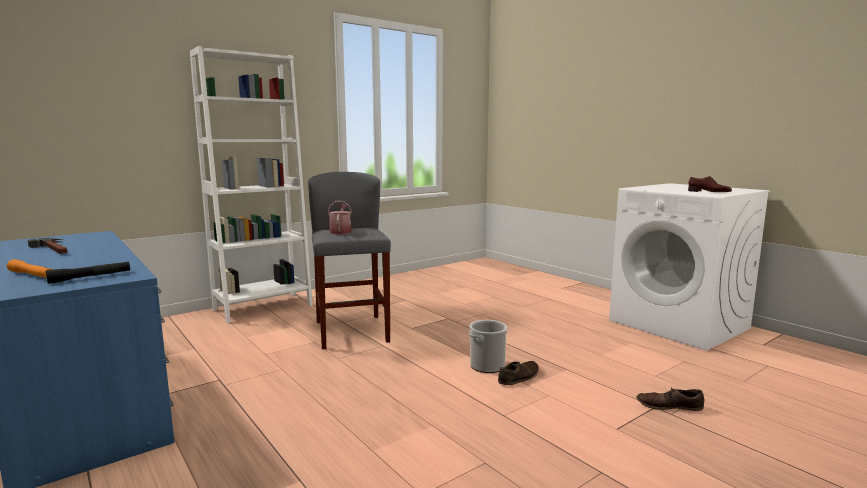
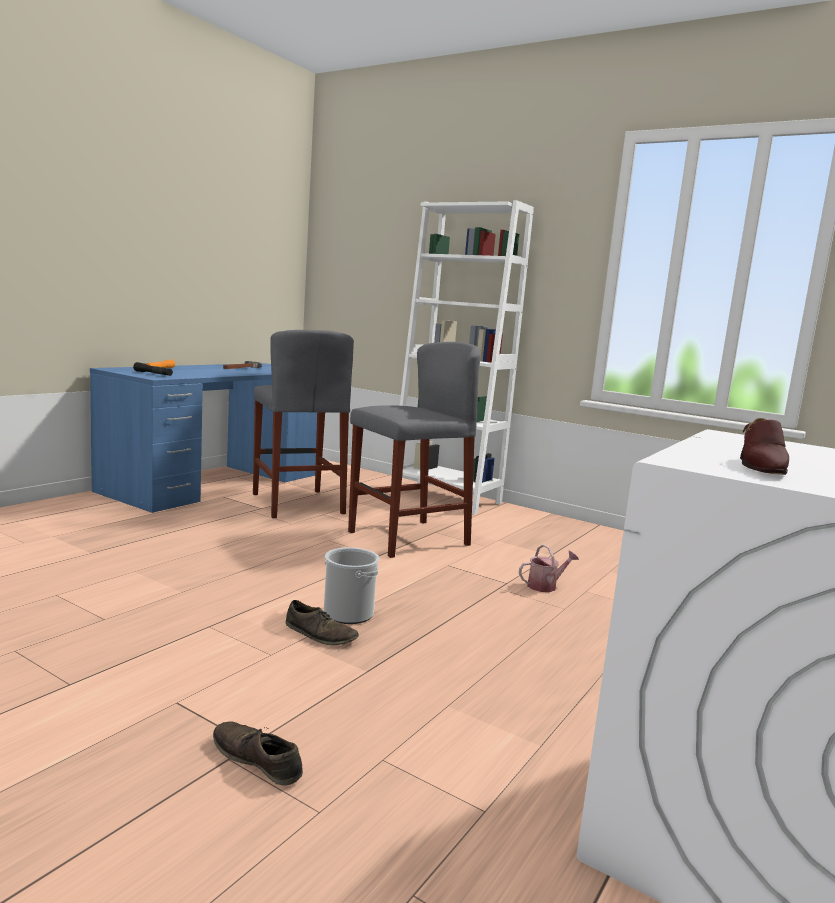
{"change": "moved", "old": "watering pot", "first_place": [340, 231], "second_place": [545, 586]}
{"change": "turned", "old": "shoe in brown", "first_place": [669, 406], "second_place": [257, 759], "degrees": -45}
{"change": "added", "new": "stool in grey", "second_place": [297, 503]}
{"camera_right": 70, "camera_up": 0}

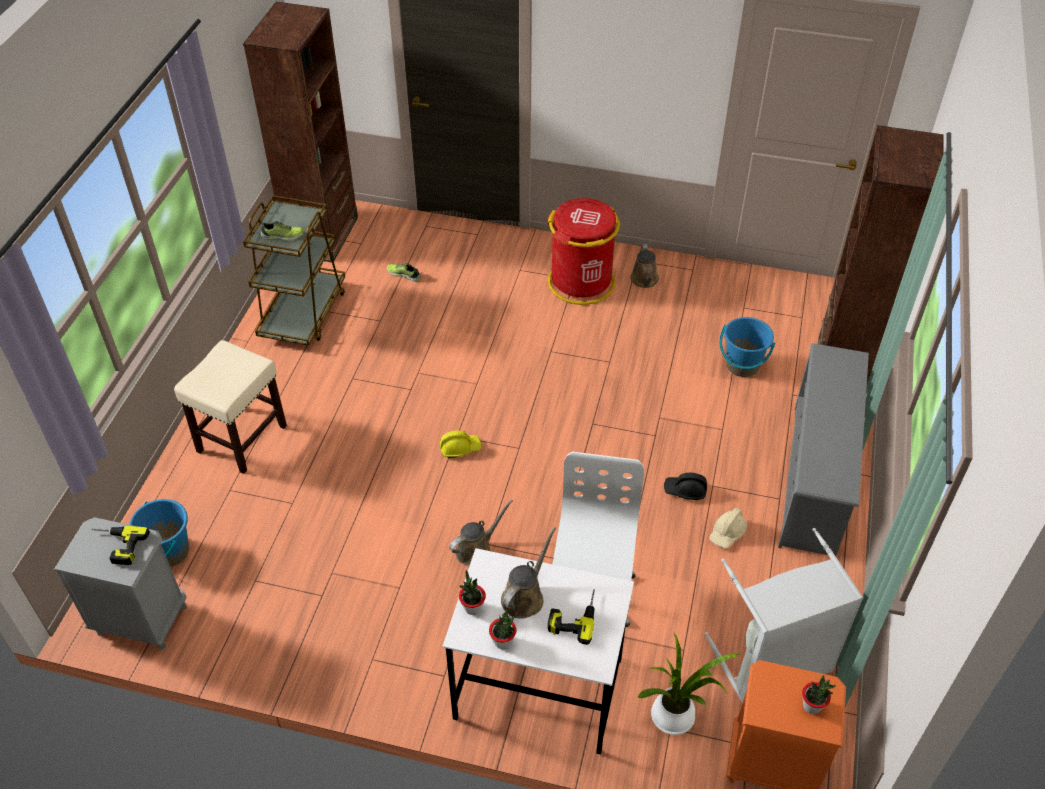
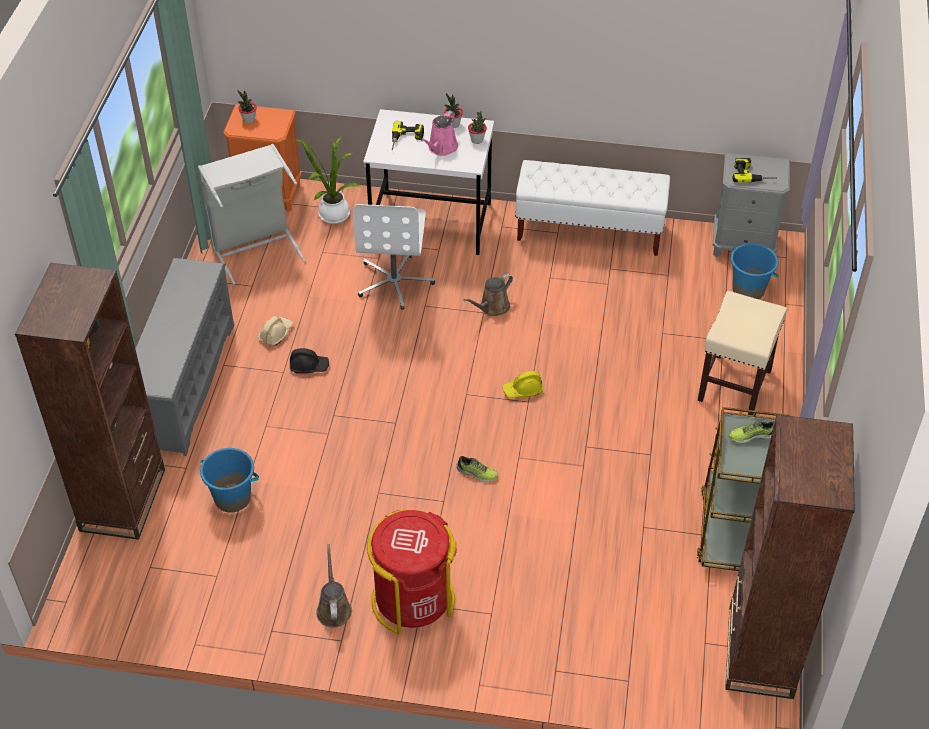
{"change": "moved", "old": "shoe", "first_place": [404, 274], "second_place": [476, 473]}
{"change": "recoloured", "old": "watering pot in brown", "new": "watering pot in pink", "first_place": [525, 596], "second_place": [441, 148]}
{"change": "added", "new": "long seat in white-coloured", "second_place": [590, 231]}
{"camera_right": 175, "camera_up": 0}

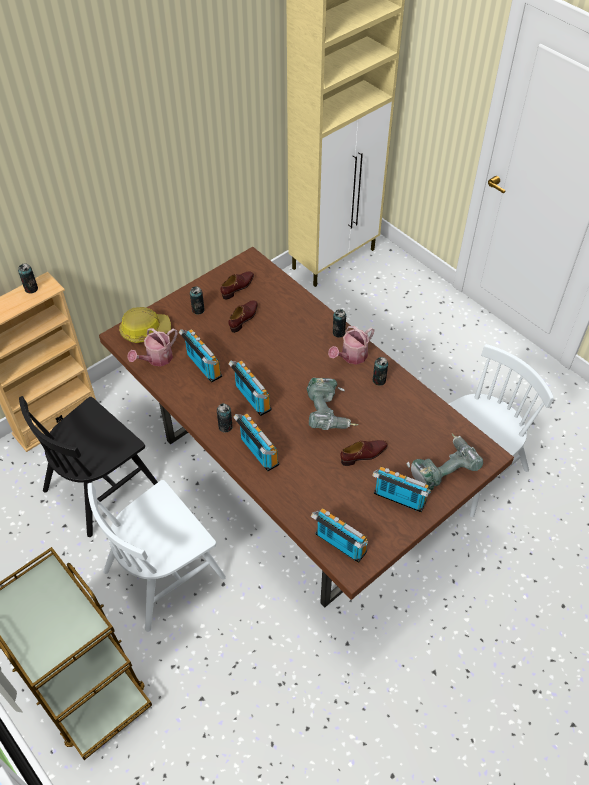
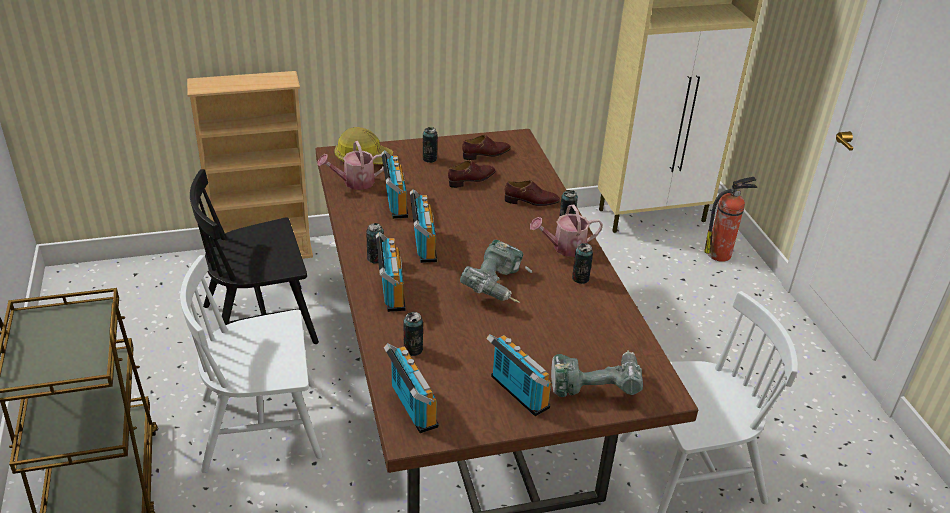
{"change": "moved", "old": "can", "first_place": [31, 289], "second_place": [413, 349]}
{"change": "moved", "old": "shoe in brown", "first_place": [364, 455], "second_place": [531, 201]}
{"change": "added", "new": "extinguisher", "second_place": [720, 254]}
{"camera_right": 25, "camera_up": -15}

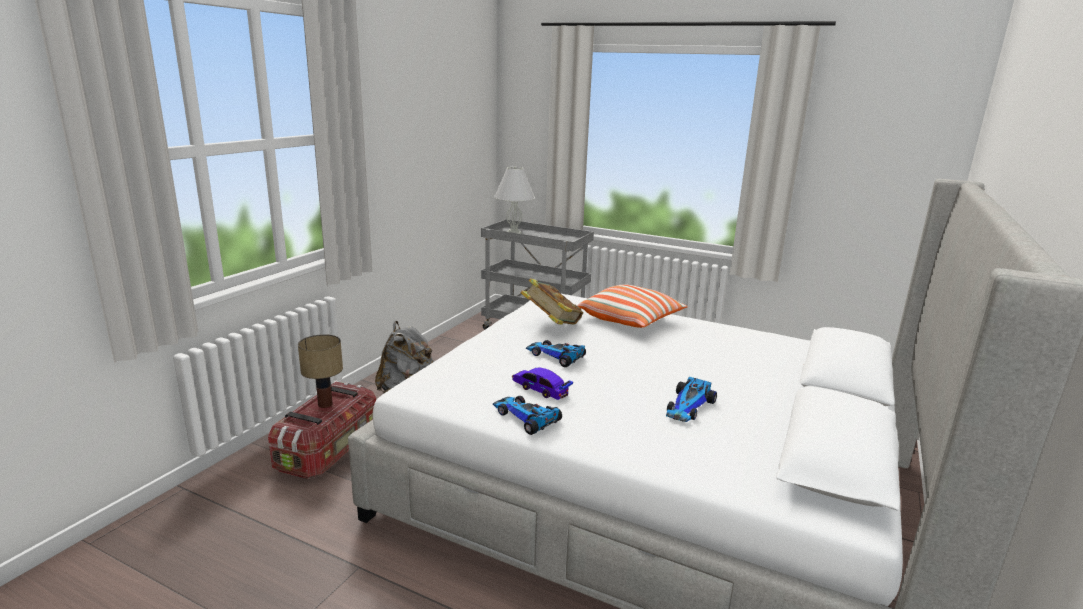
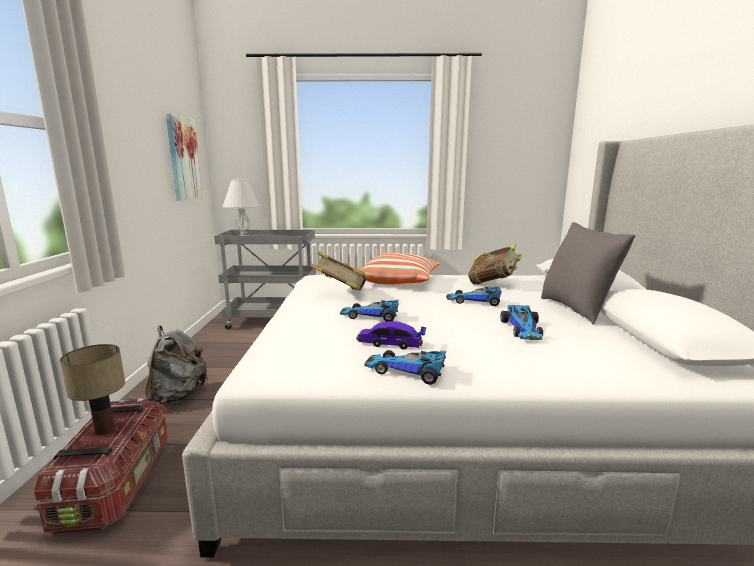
{"change": "added", "new": "wall art", "second_place": [183, 158]}
{"change": "added", "new": "cushion in grey", "second_place": [577, 309]}
{"change": "added", "new": "book", "second_place": [493, 284]}
{"change": "added", "new": "toy car", "second_place": [474, 301]}
{"camera_right": -25, "camera_up": -5}

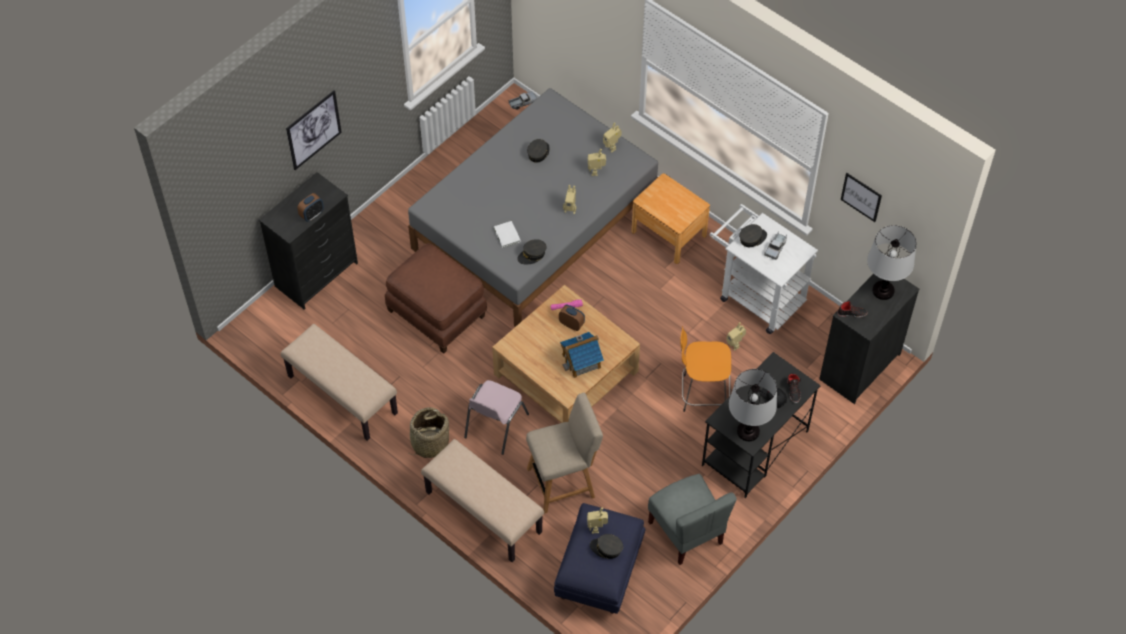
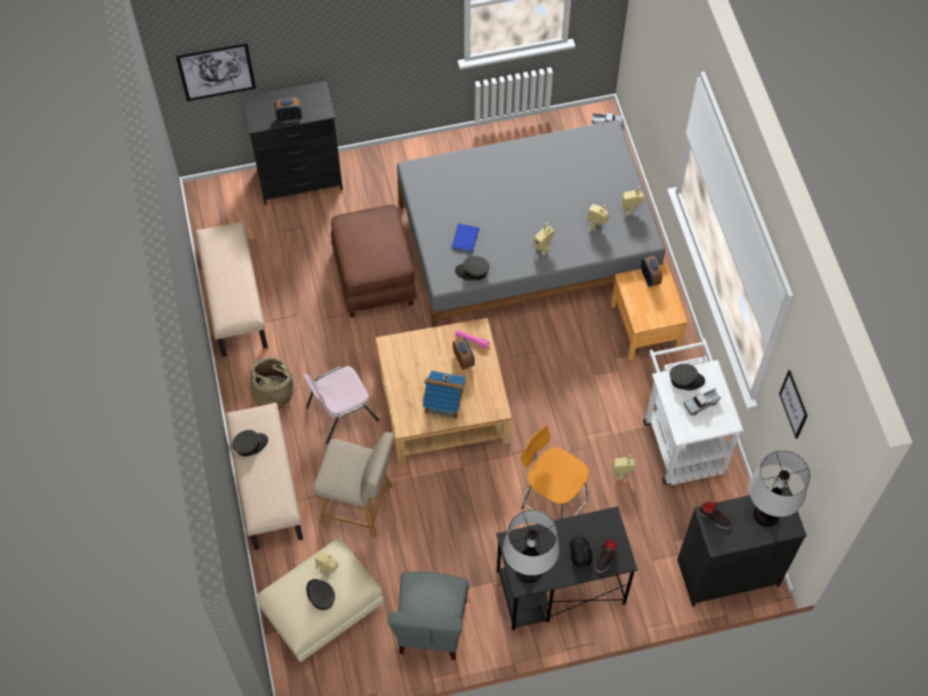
{"change": "moved", "old": "wall art", "first_place": [313, 130], "second_place": [216, 71]}
{"change": "moved", "old": "peaked cap in grey", "first_place": [538, 153], "second_place": [250, 445]}
{"change": "recoloured", "old": "book in white-coloured", "new": "book in bluish", "first_place": [507, 235], "second_place": [464, 239]}
{"change": "recoloured", "old": "ottoman in bluish", "new": "ottoman in sand-coloured", "first_place": [599, 573], "second_place": [322, 612]}
{"change": "added", "new": "alarm clock", "second_place": [650, 278]}
{"camera_right": 35, "camera_up": 5}

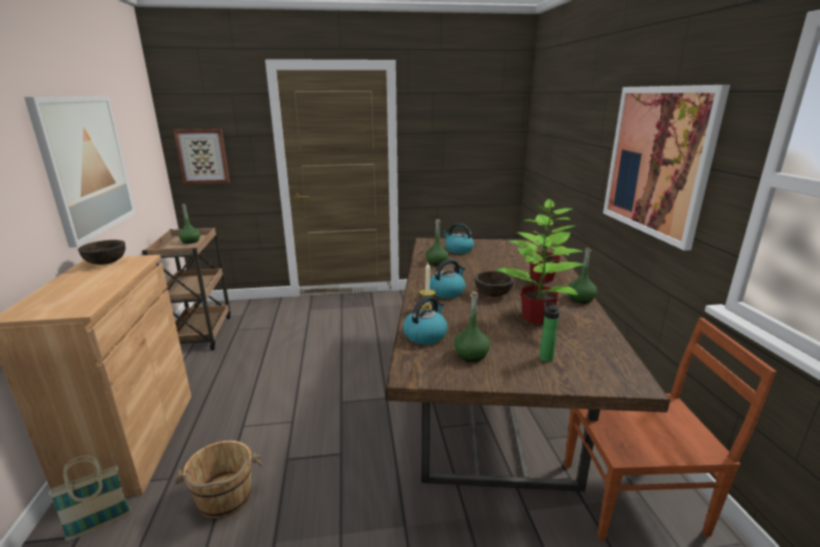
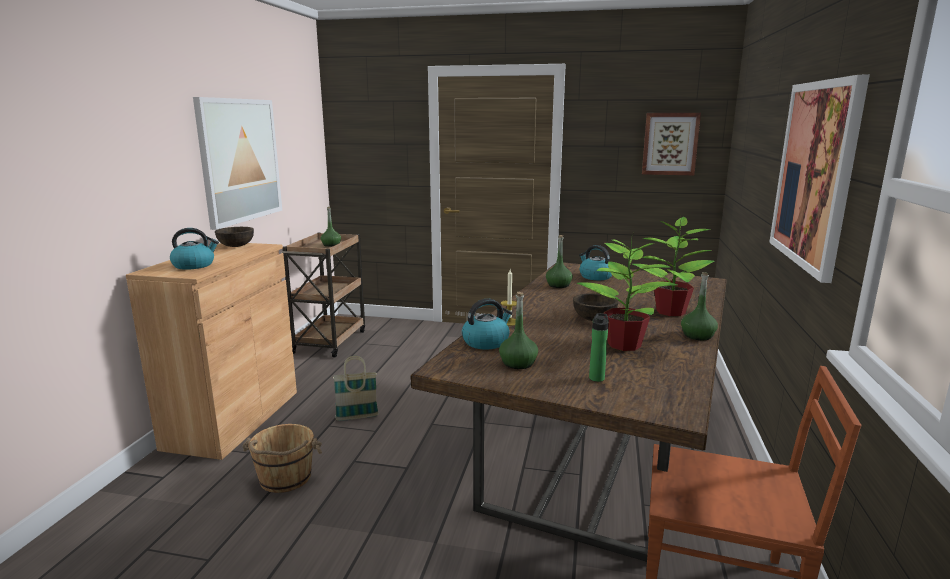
{"change": "moved", "old": "wall art", "first_place": [203, 156], "second_place": [670, 144]}
{"change": "moved", "old": "tea kettle", "first_place": [447, 292], "second_place": [194, 265]}
{"change": "moved", "old": "household basket", "first_place": [100, 525], "second_place": [357, 417]}
{"camera_right": 20, "camera_up": -5}

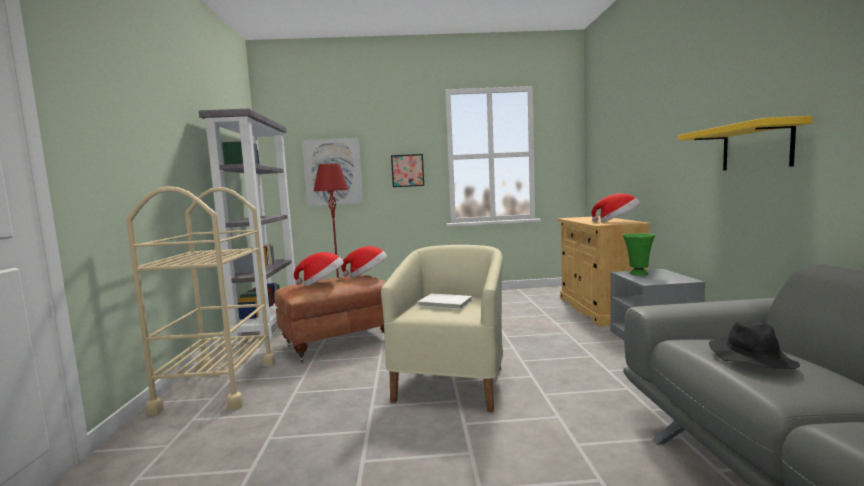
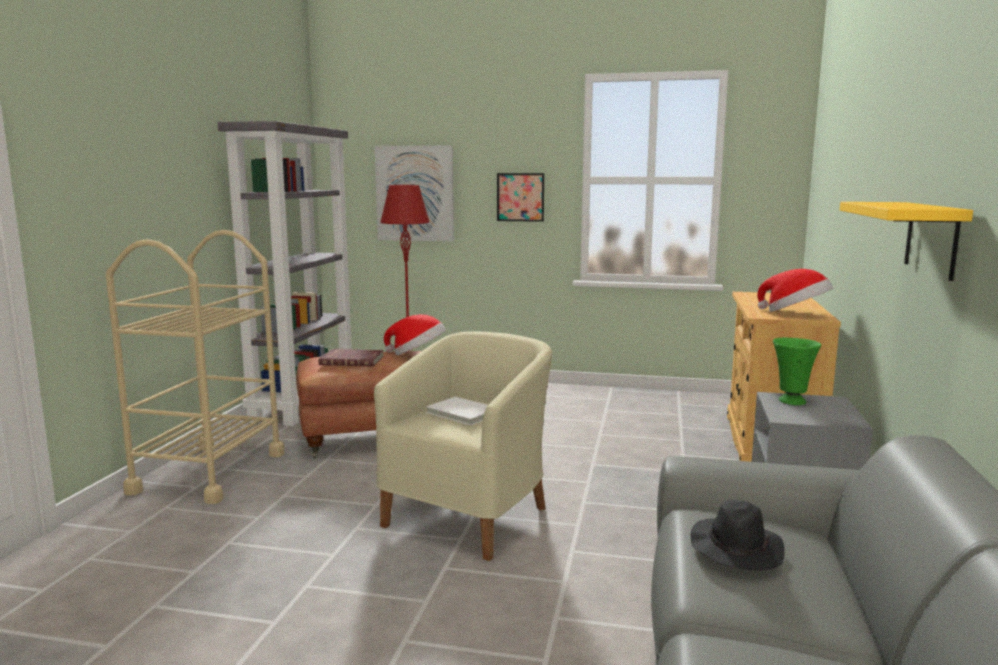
{"change": "replaced", "old": "wearable hat", "new": "book in red", "first_place": [322, 283], "second_place": [352, 360]}
{"camera_right": 15, "camera_up": 5}

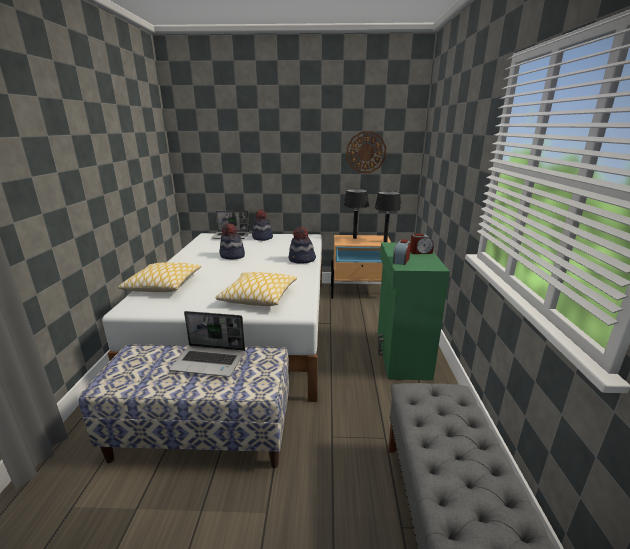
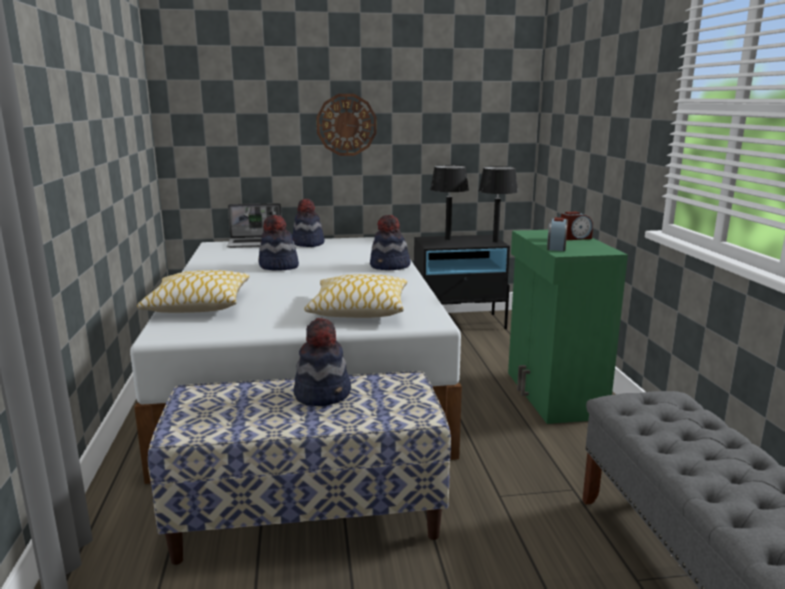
{"change": "moved", "old": "hanging clock", "first_place": [366, 152], "second_place": [346, 125]}
{"change": "recoloured", "old": "night table in sand-coloured", "new": "night table in blackish", "first_place": [360, 292], "second_place": [458, 323]}
{"change": "replaced", "old": "notebook computer", "new": "wearable hat", "first_place": [210, 361], "second_place": [323, 394]}
{"camera_right": -10, "camera_up": -5}

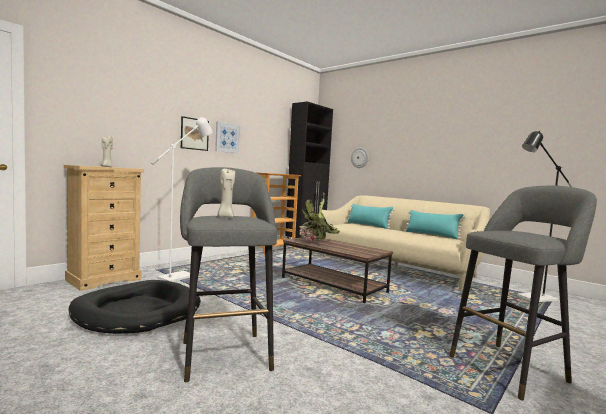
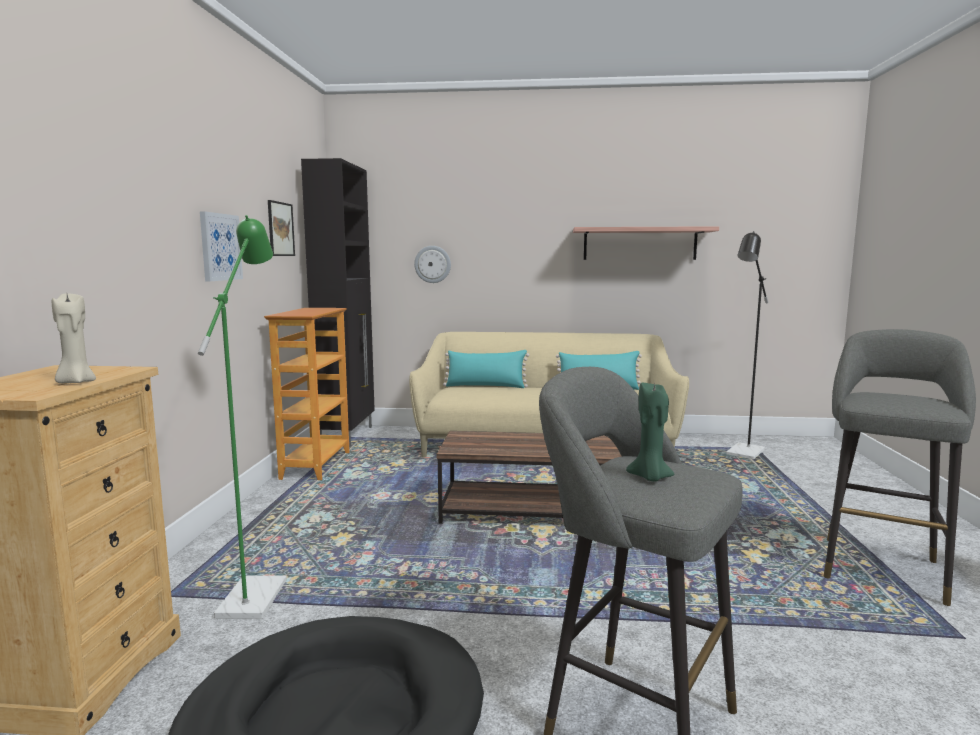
{"change": "recoloured", "old": "standing lamp in white-coloured", "new": "standing lamp in greenish", "first_place": [181, 276], "second_place": [257, 590]}
{"change": "moved", "old": "wall art", "first_place": [194, 134], "second_place": [280, 229]}
{"change": "recoloured", "old": "candle in sand-coloured", "new": "candle in greenish", "first_place": [225, 217], "second_place": [650, 477]}
{"change": "removed", "old": "potted plant", "first_place": [318, 243]}
{"change": "added", "new": "shelf", "second_place": [639, 244]}
{"camera_right": -35, "camera_up": 5}

